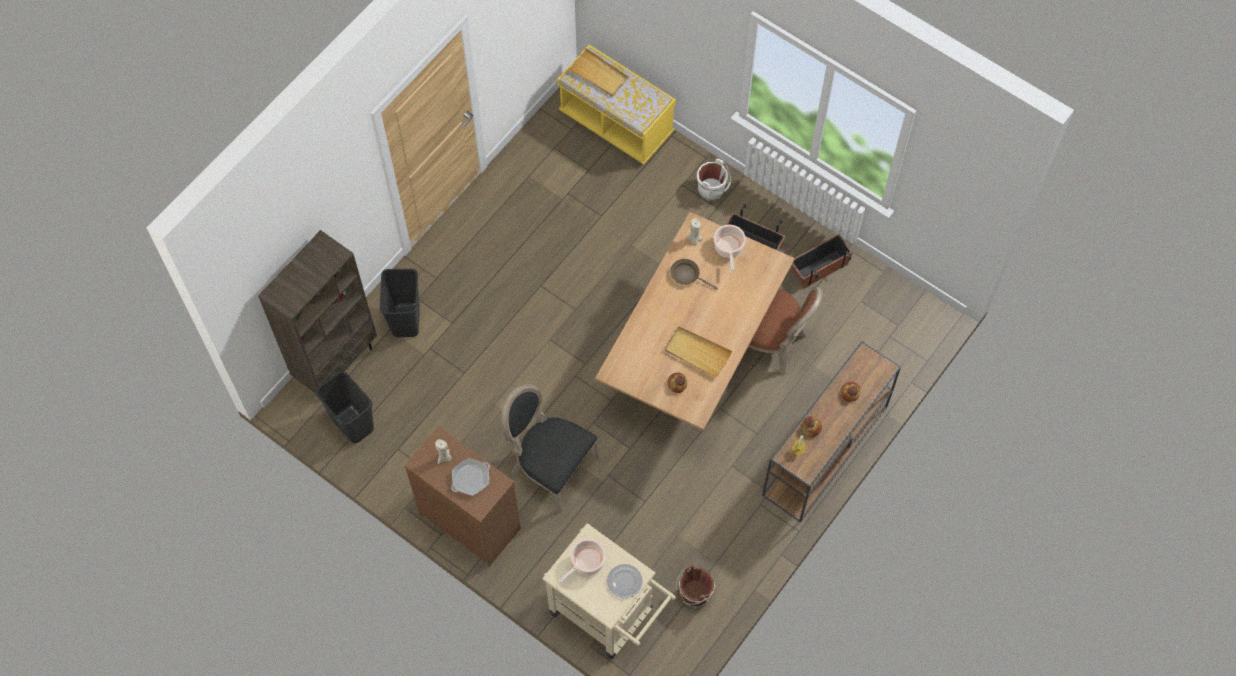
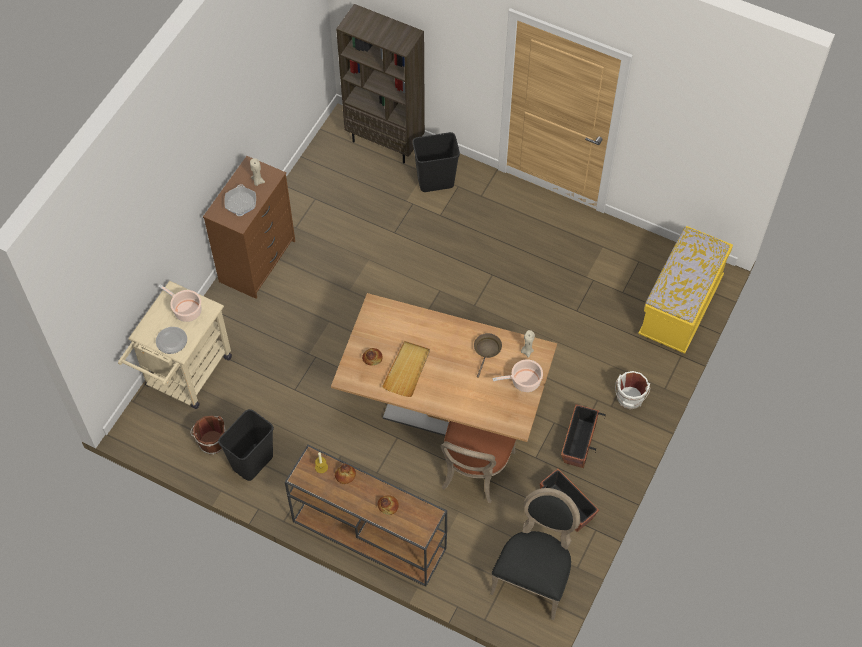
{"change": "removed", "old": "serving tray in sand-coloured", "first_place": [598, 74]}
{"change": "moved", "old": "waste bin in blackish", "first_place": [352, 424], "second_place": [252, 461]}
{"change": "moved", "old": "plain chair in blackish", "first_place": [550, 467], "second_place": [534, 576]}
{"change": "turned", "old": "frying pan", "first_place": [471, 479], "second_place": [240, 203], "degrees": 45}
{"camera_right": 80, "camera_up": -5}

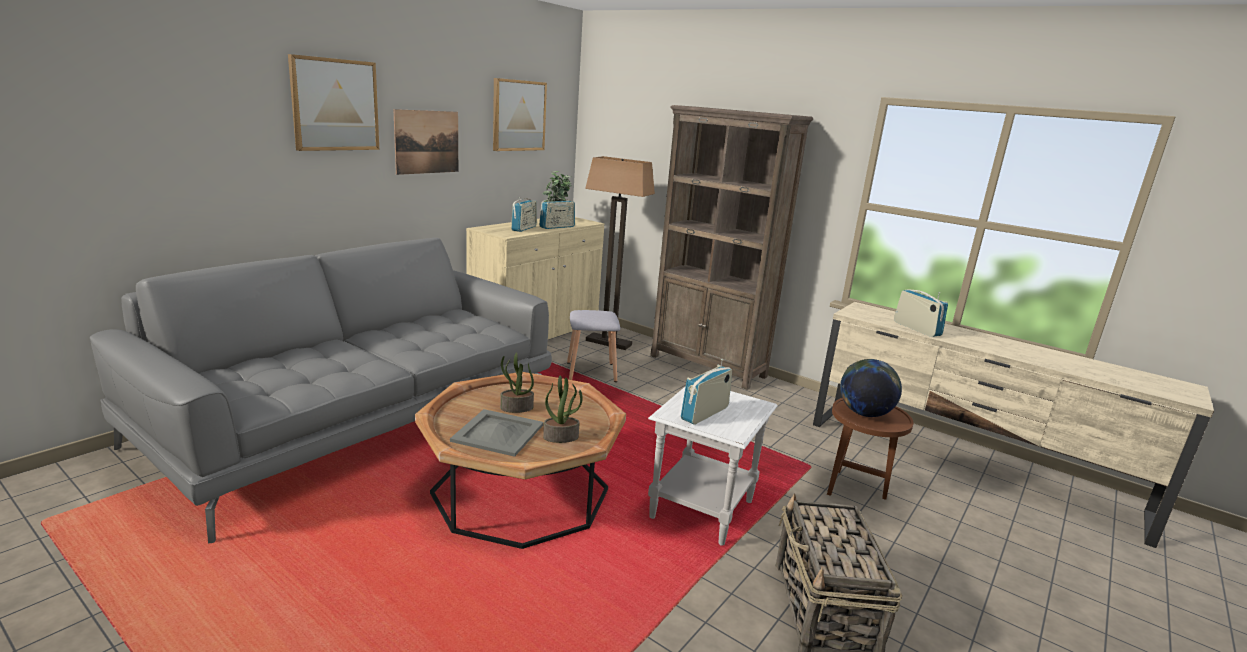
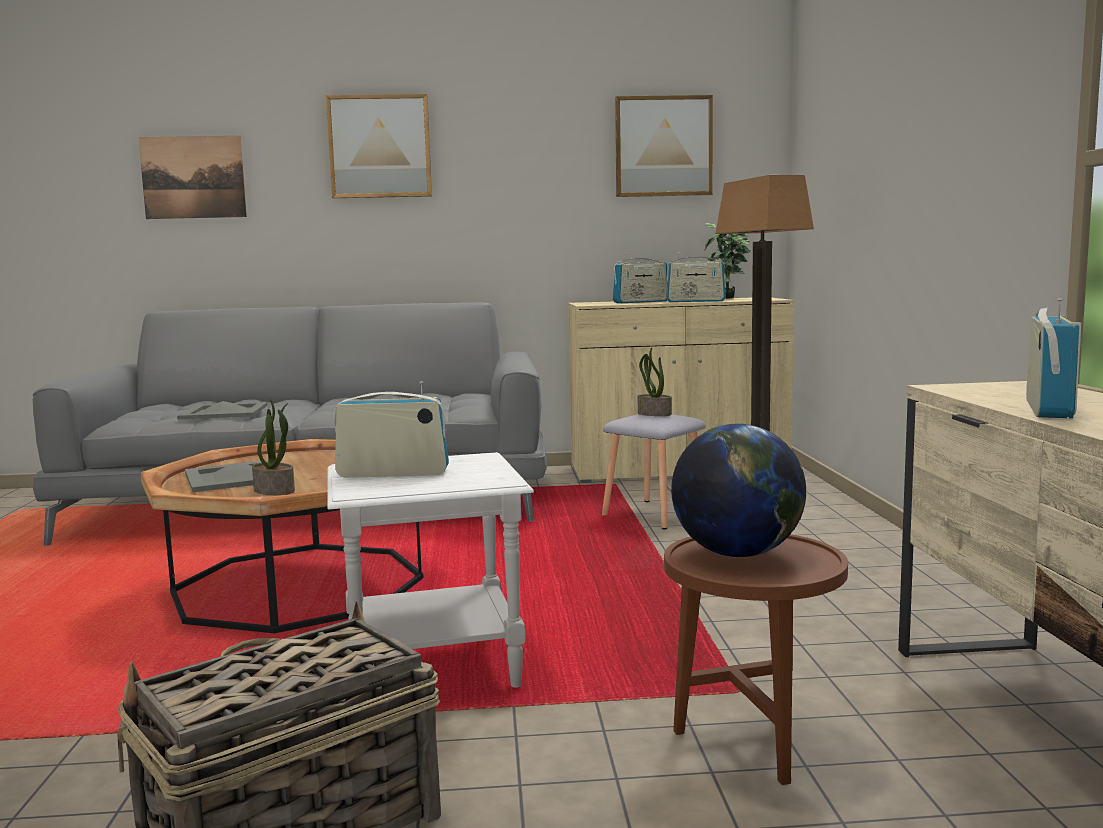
{"change": "removed", "old": "bookcase in brown", "first_place": [708, 366]}
{"change": "moved", "old": "wall art", "first_place": [427, 142], "second_place": [193, 177]}
{"change": "moved", "old": "potted plant", "first_place": [516, 408], "second_place": [653, 414]}
{"change": "added", "new": "serving tray in grey", "second_place": [223, 412]}
{"camera_right": 50, "camera_up": -10}

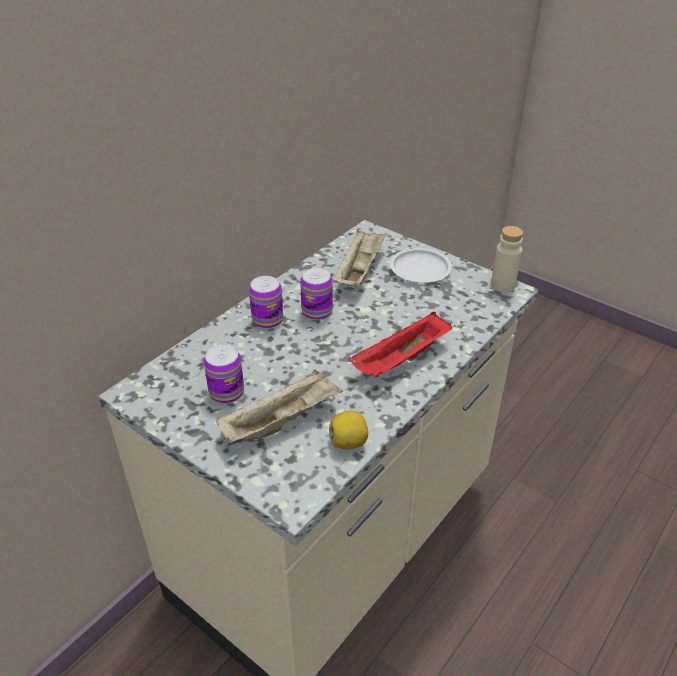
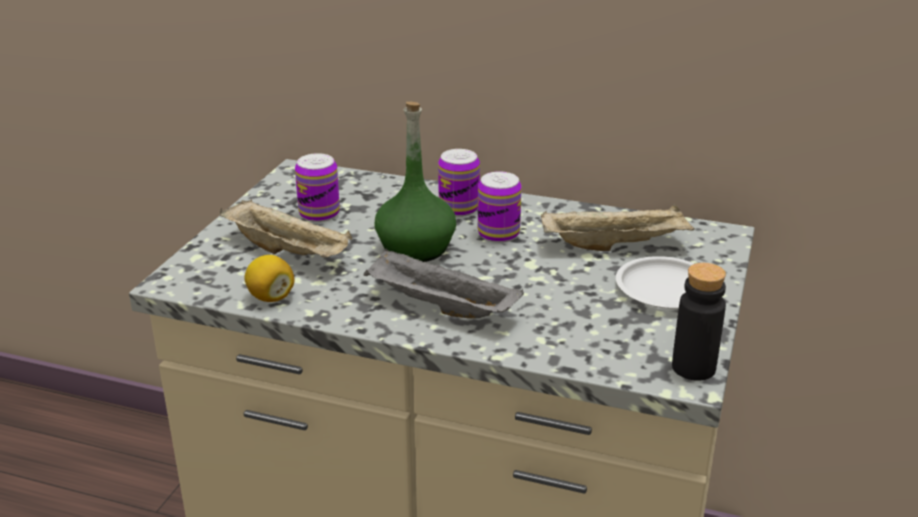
{"change": "recoloured", "old": "beverage bottle in sand-coloured", "new": "beverage bottle in blackish", "first_place": [502, 285], "second_place": [693, 368]}
{"change": "recoloured", "old": "serving tray in red", "new": "serving tray in grey", "first_place": [401, 361], "second_place": [438, 307]}
{"change": "added", "new": "beverage bottle in greenish", "second_place": [416, 248]}
{"camera_right": 70, "camera_up": -10}

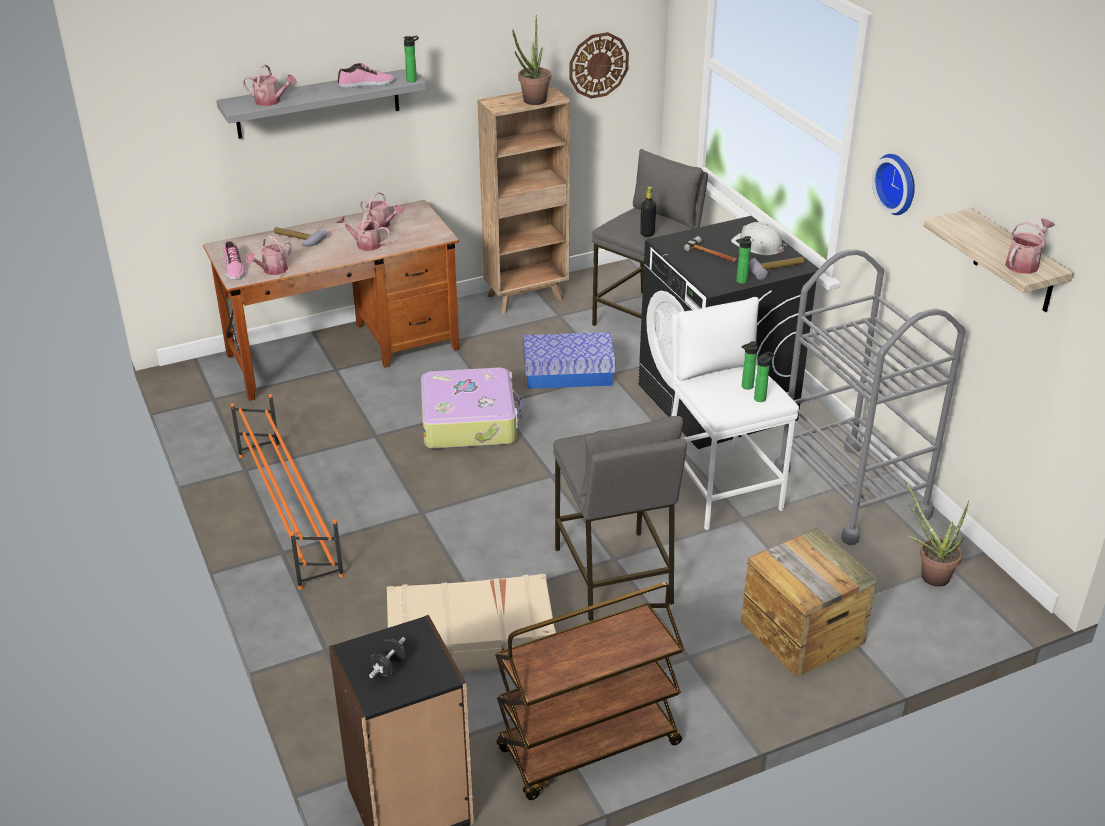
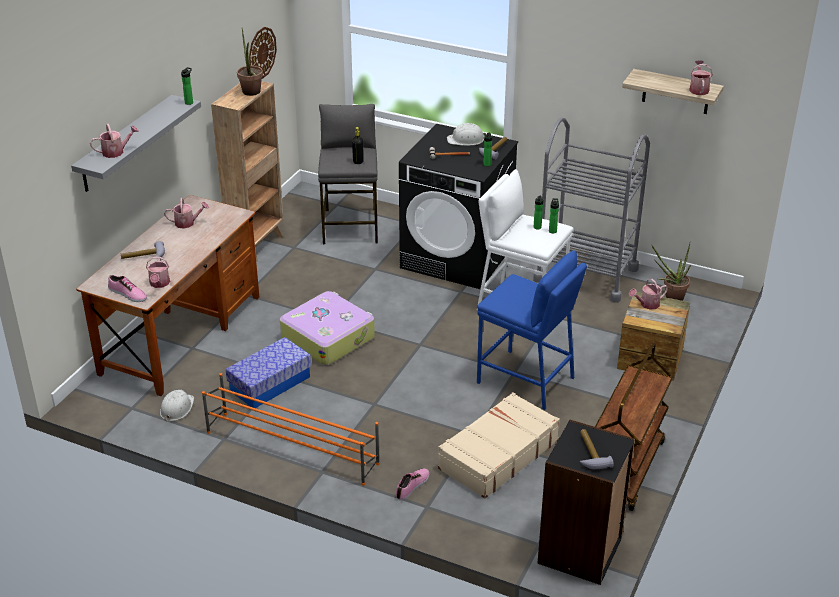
{"change": "moved", "old": "shoe", "first_place": [366, 84], "second_place": [412, 486]}
{"change": "removed", "old": "hanging clock", "first_place": [898, 183]}
{"change": "moved", "old": "watering pot", "first_place": [365, 244], "second_place": [647, 304]}
{"change": "moved", "old": "storage container", "first_place": [568, 374], "second_place": [270, 383]}
{"change": "recoloured", "old": "stool in grey", "new": "stool in bluish", "first_place": [613, 575], "second_place": [526, 380]}
{"change": "replaced", "old": "dumbbell in blackish", "new": "hammer", "first_place": [389, 667], "second_place": [589, 453]}
{"change": "added", "new": "work helmet in white-coloured", "second_place": [176, 408]}
{"camera_right": -40, "camera_up": 0}

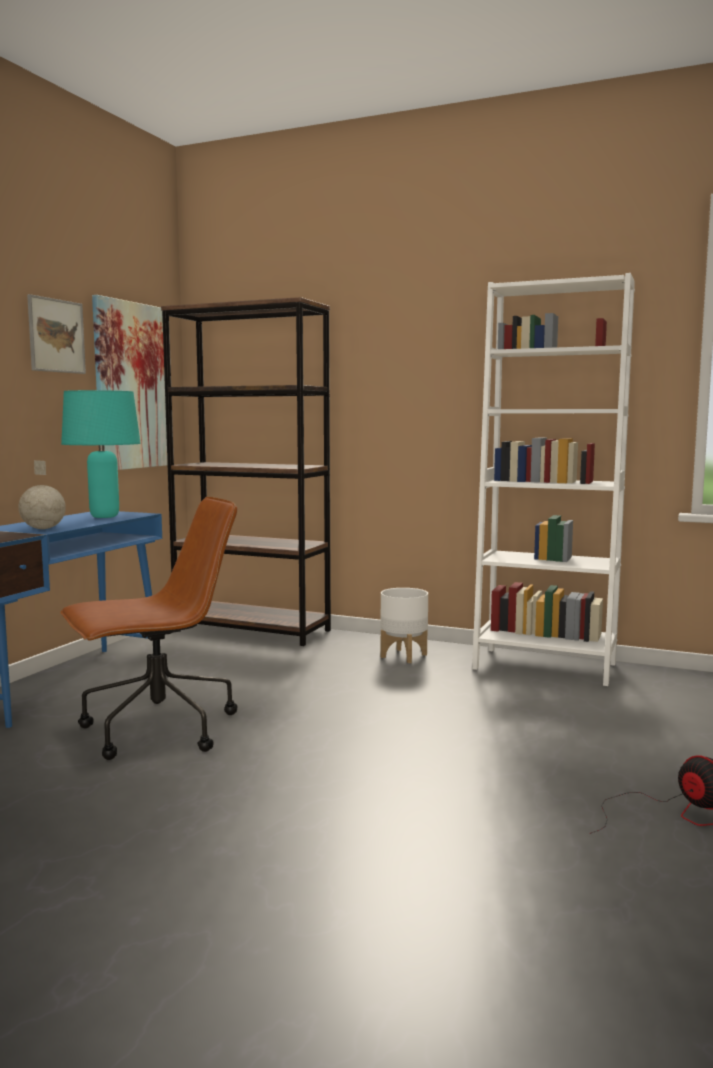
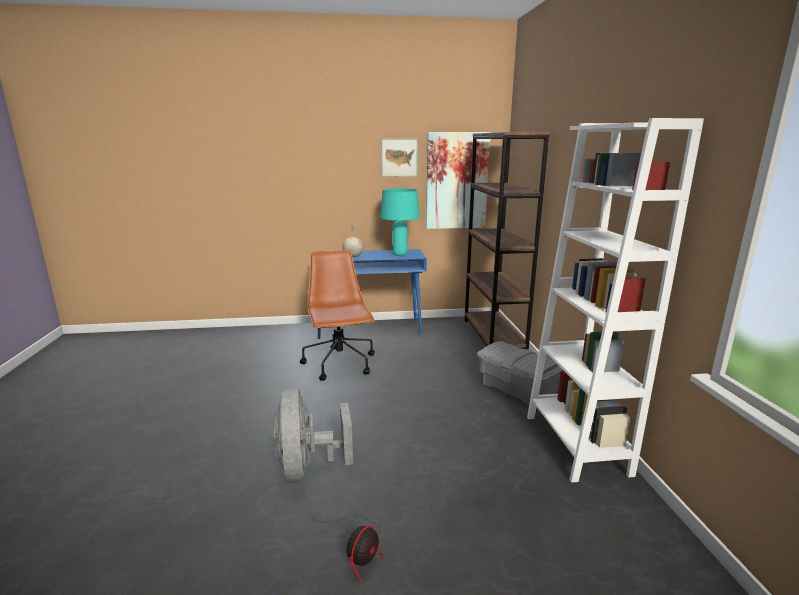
{"change": "turned", "old": "desk chair in brown", "first_place": [157, 730], "second_place": [340, 364], "degrees": -135}
{"change": "replaced", "old": "planter in white-coloured", "new": "storage container in grey", "first_place": [404, 656], "second_place": [517, 388]}
{"change": "added", "new": "electric fan in grey", "second_place": [308, 467]}
{"camera_right": 60, "camera_up": 10}

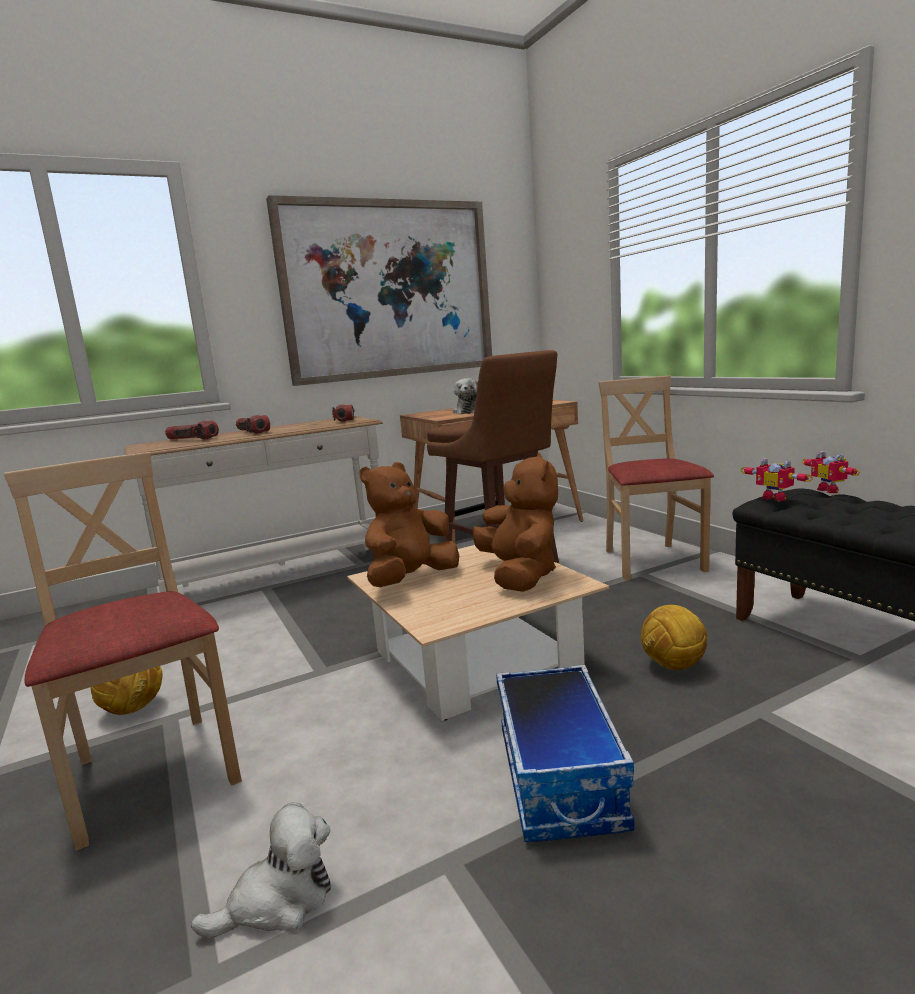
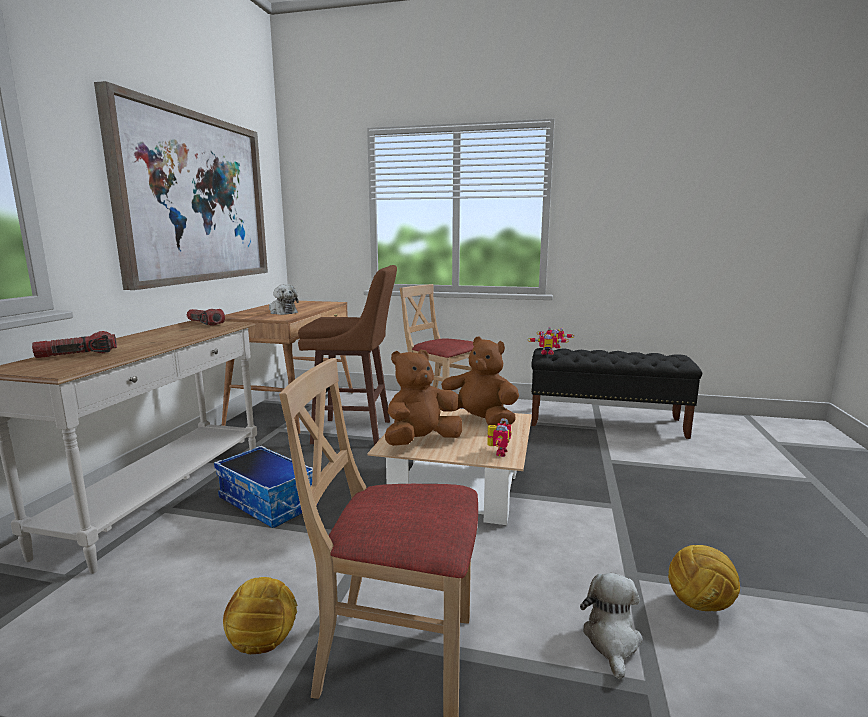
{"change": "removed", "old": "flashlight", "first_place": [252, 432]}
{"change": "turned", "old": "soft toy in brown", "first_place": [410, 580], "second_place": [421, 442], "degrees": 60}
{"change": "moved", "old": "football", "first_place": [673, 666], "second_place": [700, 605]}
{"change": "moved", "old": "storage container", "first_place": [562, 778], "second_place": [269, 502]}
{"change": "added", "new": "model robot", "second_place": [498, 452]}
{"camera_right": -50, "camera_up": 0}

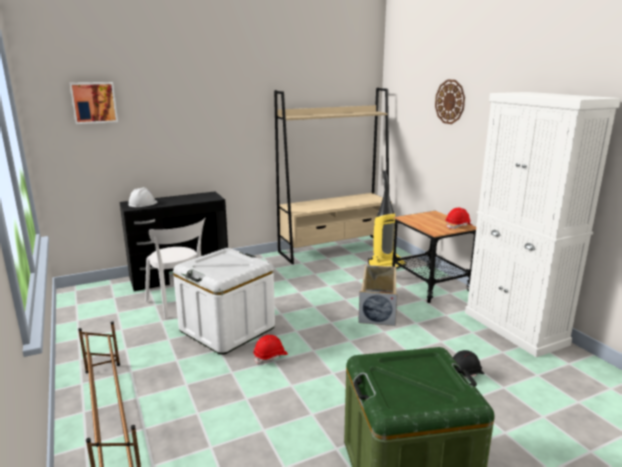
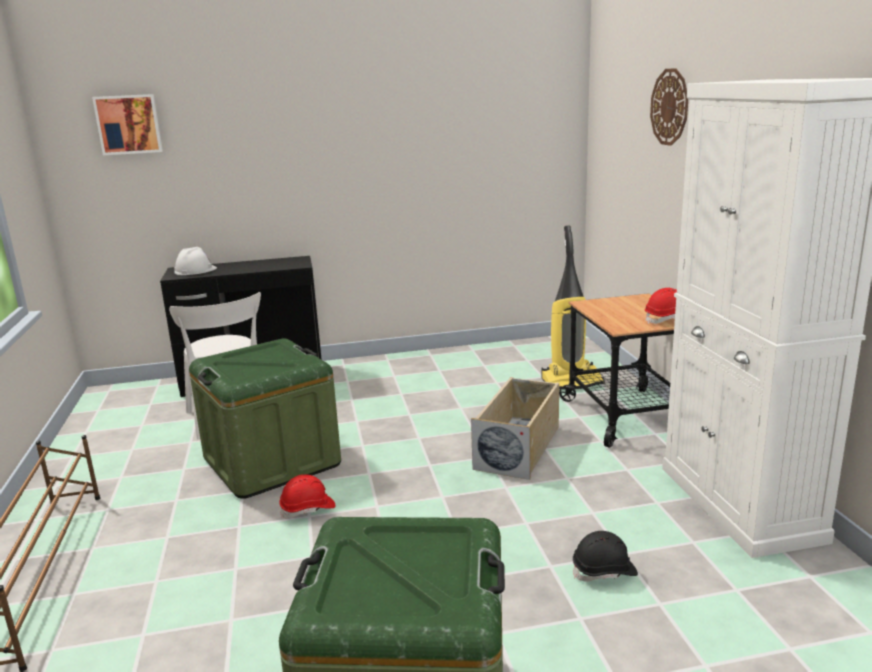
{"change": "removed", "old": "bookcase in sand-coloured", "first_place": [335, 249]}
{"change": "recoloured", "old": "storage container in white-coloured", "new": "storage container in greenish", "first_place": [227, 329], "second_place": [272, 461]}
{"camera_right": 15, "camera_up": 0}

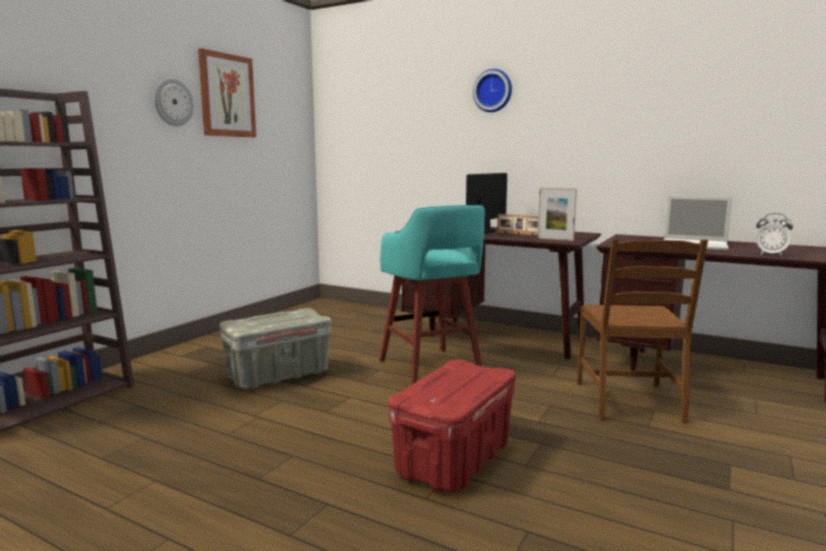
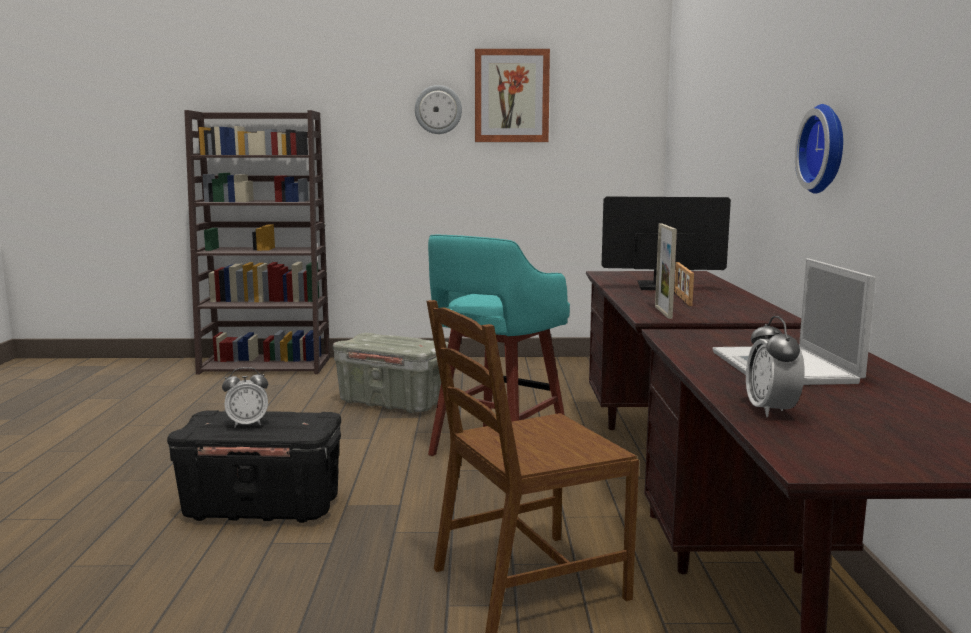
{"change": "moved", "old": "hanging clock", "first_place": [493, 91], "second_place": [826, 149]}
{"change": "recoloured", "old": "storage container in red", "new": "storage container in blackish", "first_place": [454, 458], "second_place": [263, 508]}
{"change": "added", "new": "alarm clock", "second_place": [247, 424]}
{"camera_right": 60, "camera_up": 0}

